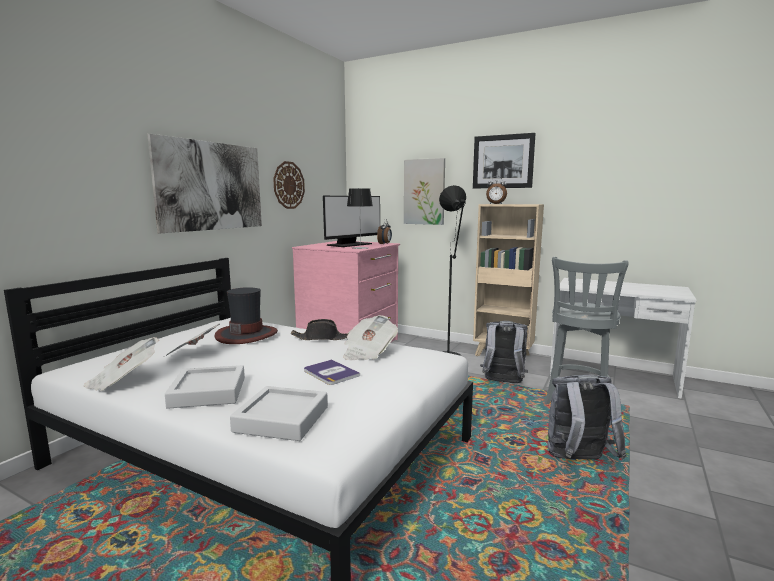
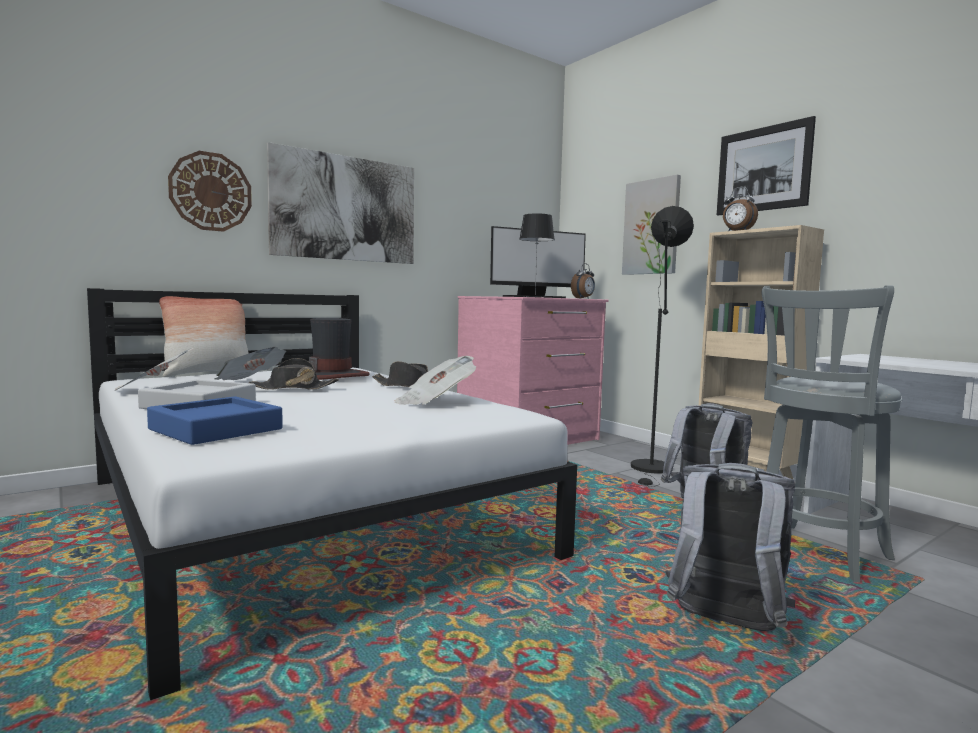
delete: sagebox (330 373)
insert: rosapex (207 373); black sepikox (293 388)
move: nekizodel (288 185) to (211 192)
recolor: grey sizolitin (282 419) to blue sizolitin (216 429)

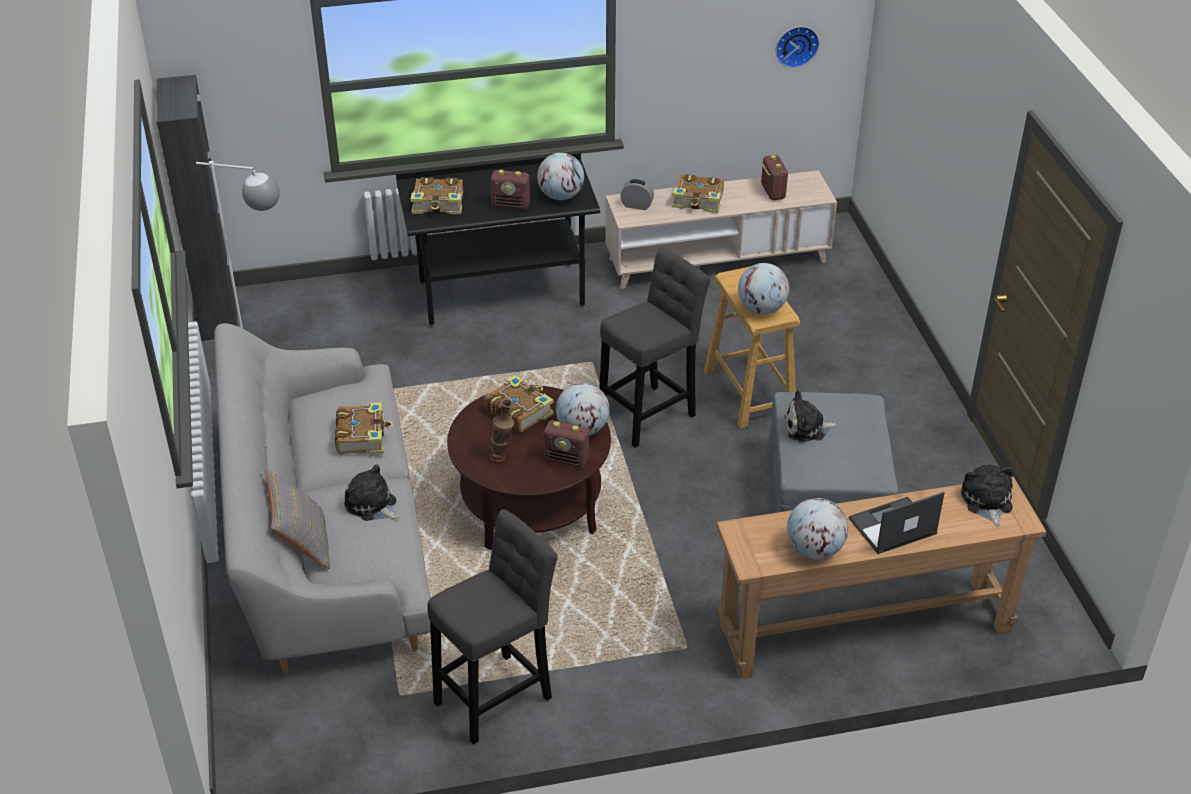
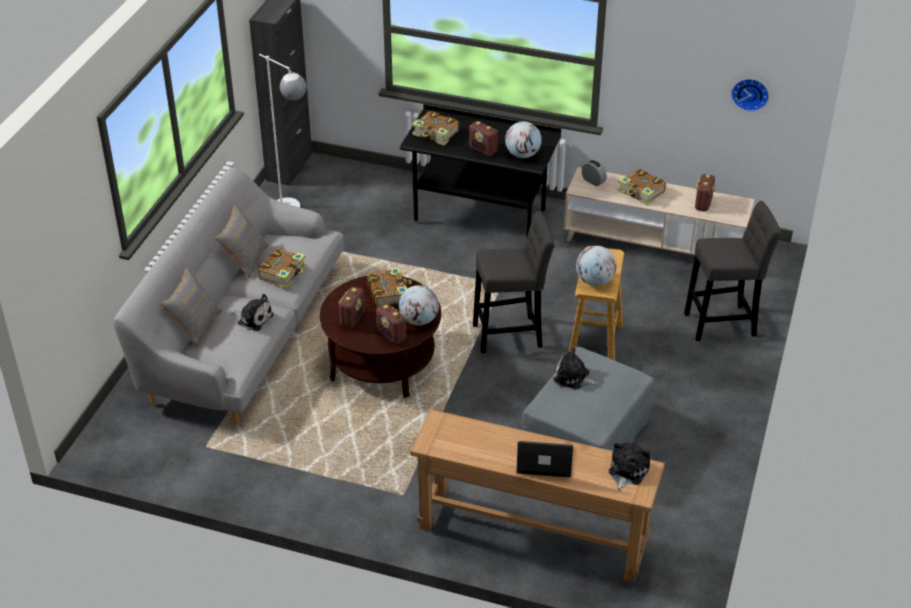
delete: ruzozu (814 550)
insert: grey rosapex (245 259)
move: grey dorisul (498 696) to (724 323)
replace: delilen (502 458) to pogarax (352 319)
rotate: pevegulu (372 505) = (253 318) 135 degrees clockwise

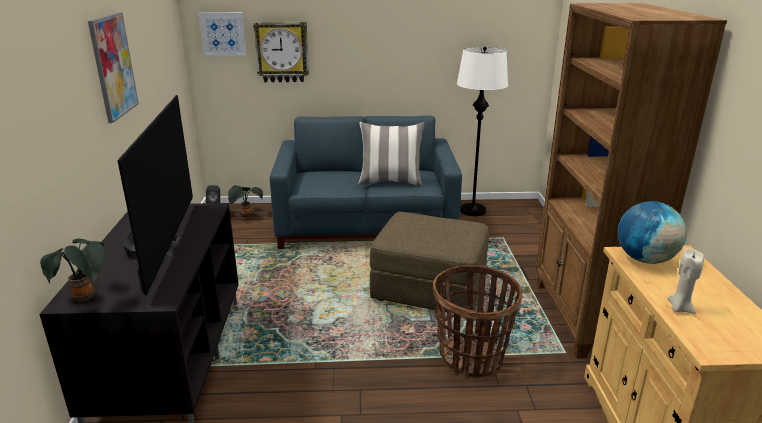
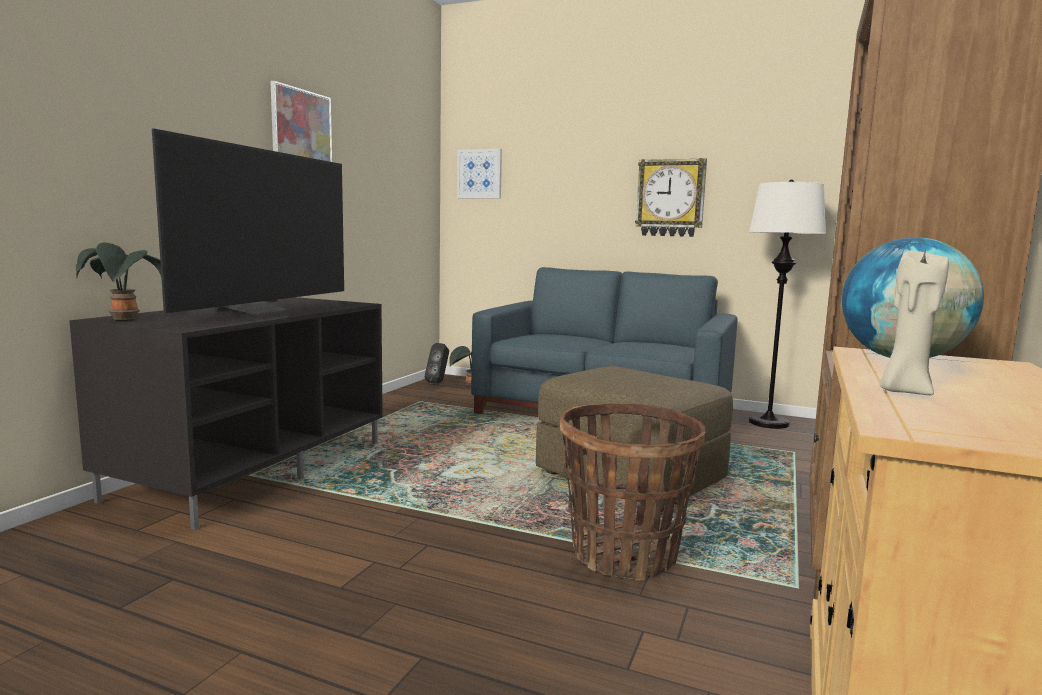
delete: rosapex (391 181)
move: nekizodel (282 52) to (670 198)

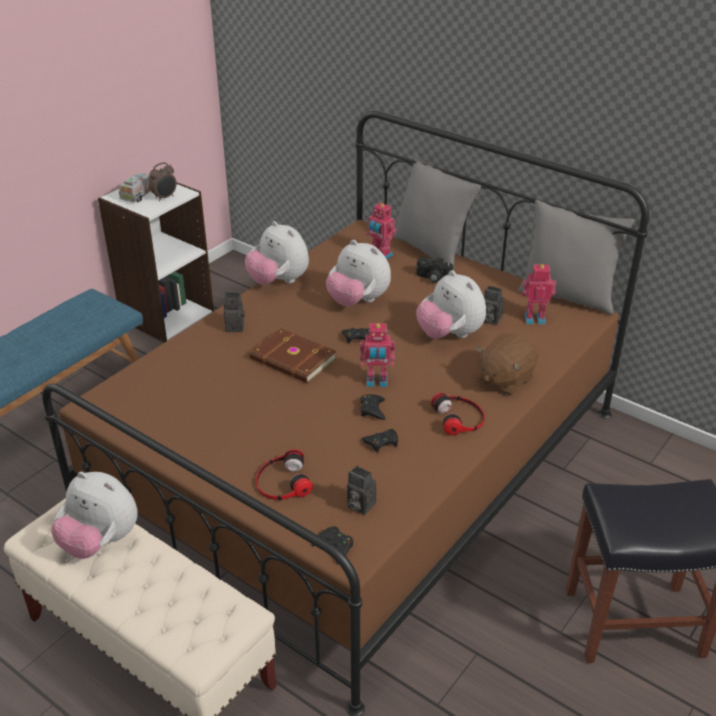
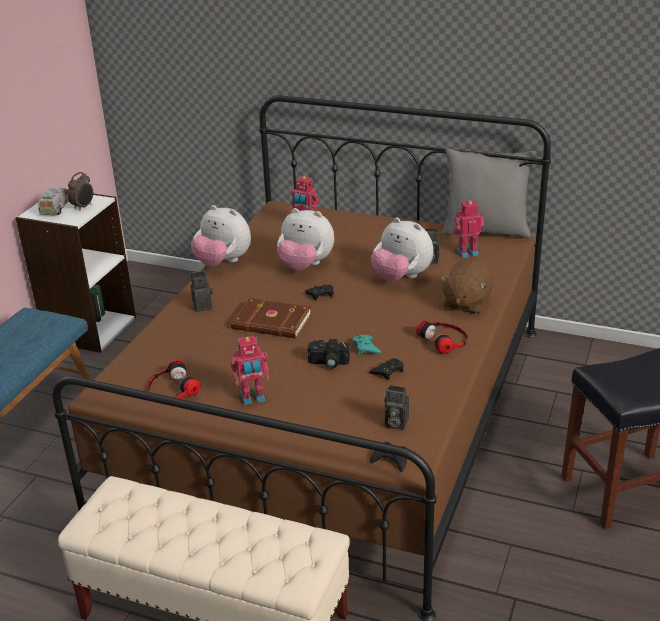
delete: grey rosapex (431 250); pevegulu (100 542)
move: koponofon (432 278) to (328 363); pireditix (377 382) to (253 398); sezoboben (282 482) to (171 389)
recolor: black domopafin (372 409) to turquoise domopafin (366 348)

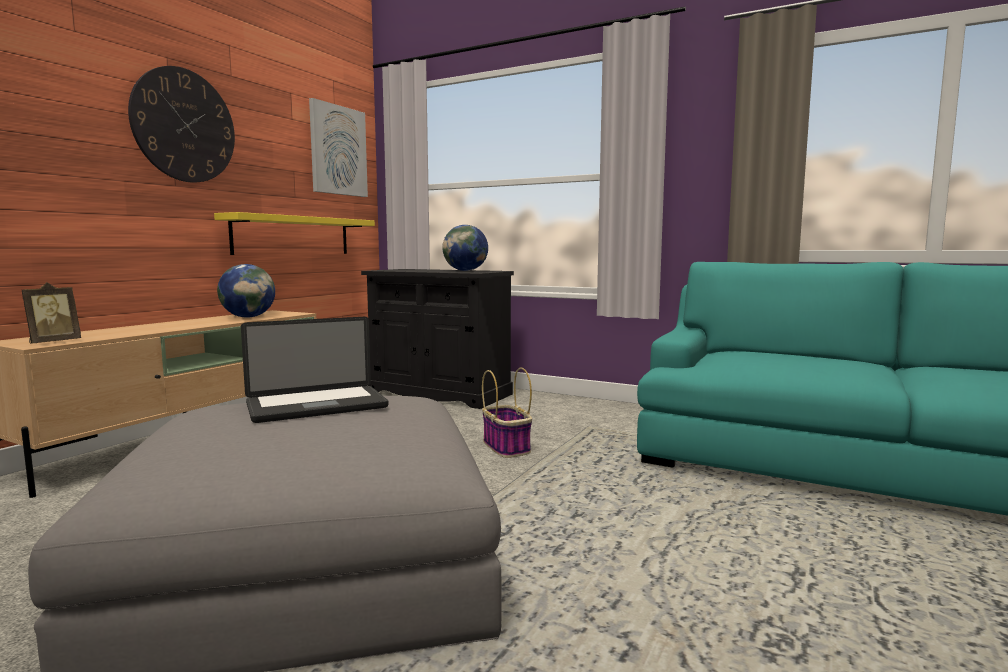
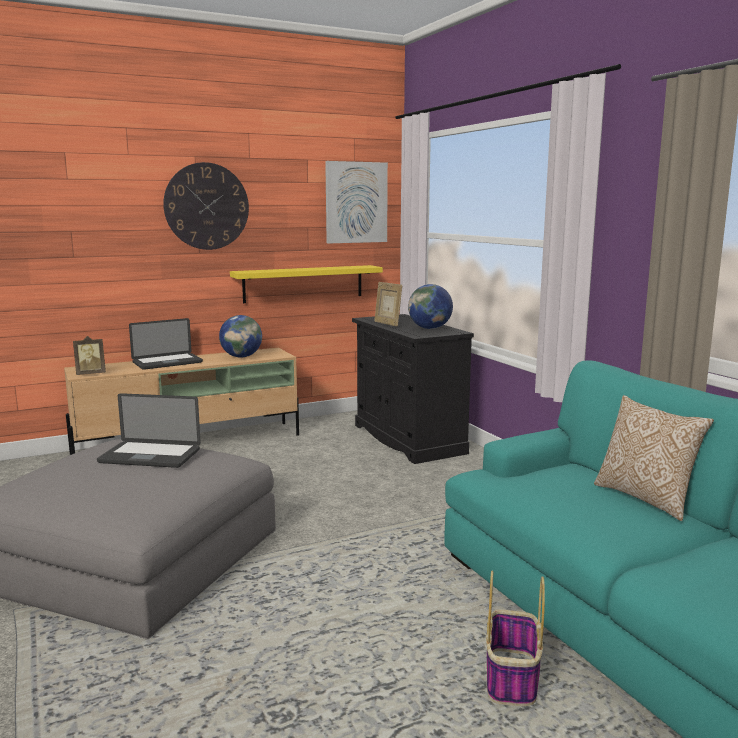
insert: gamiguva (387 324); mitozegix (167 362); rosapex (646 498)
move: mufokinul (507 447) to (512 679)

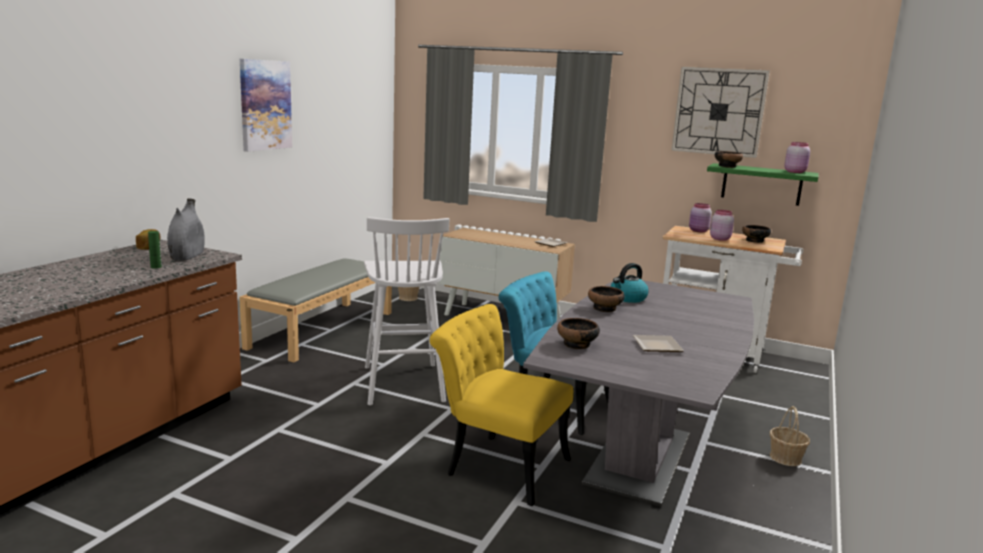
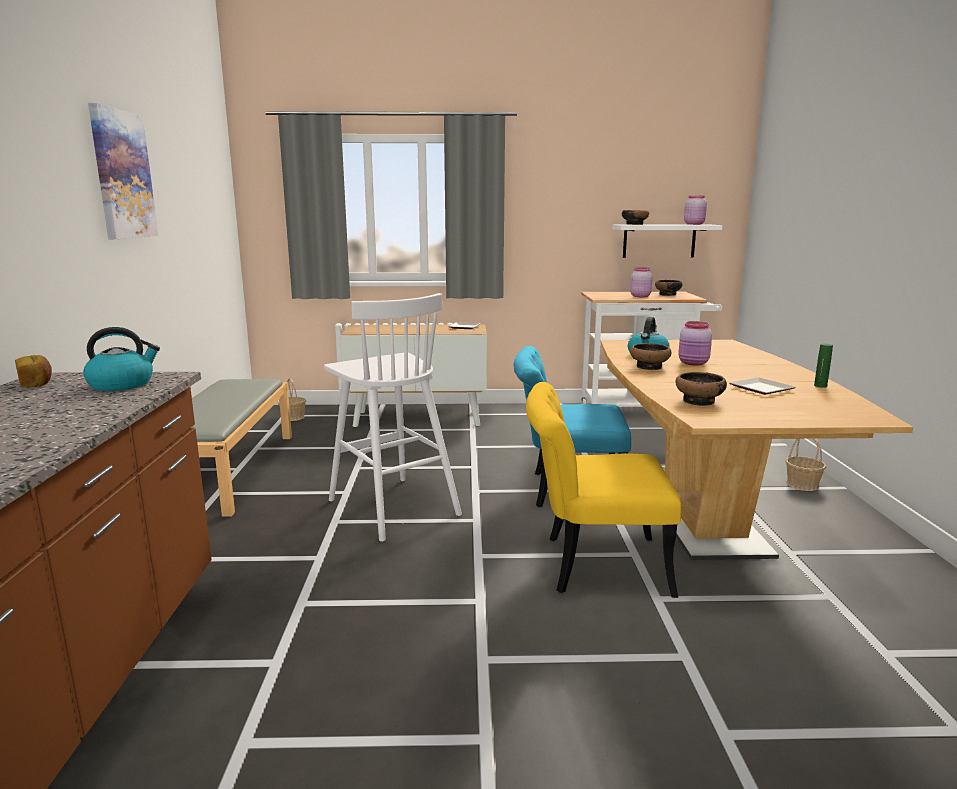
delete: nekizodel (719 111)
move: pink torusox (698 231) to (694 363); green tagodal (156 267) to (820 386)
replace: grey delilen (187 256) to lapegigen (122 384)
recolor: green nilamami (761 184) to white nilamami (659 241); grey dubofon (639 459) to brown dubofon (703 519)

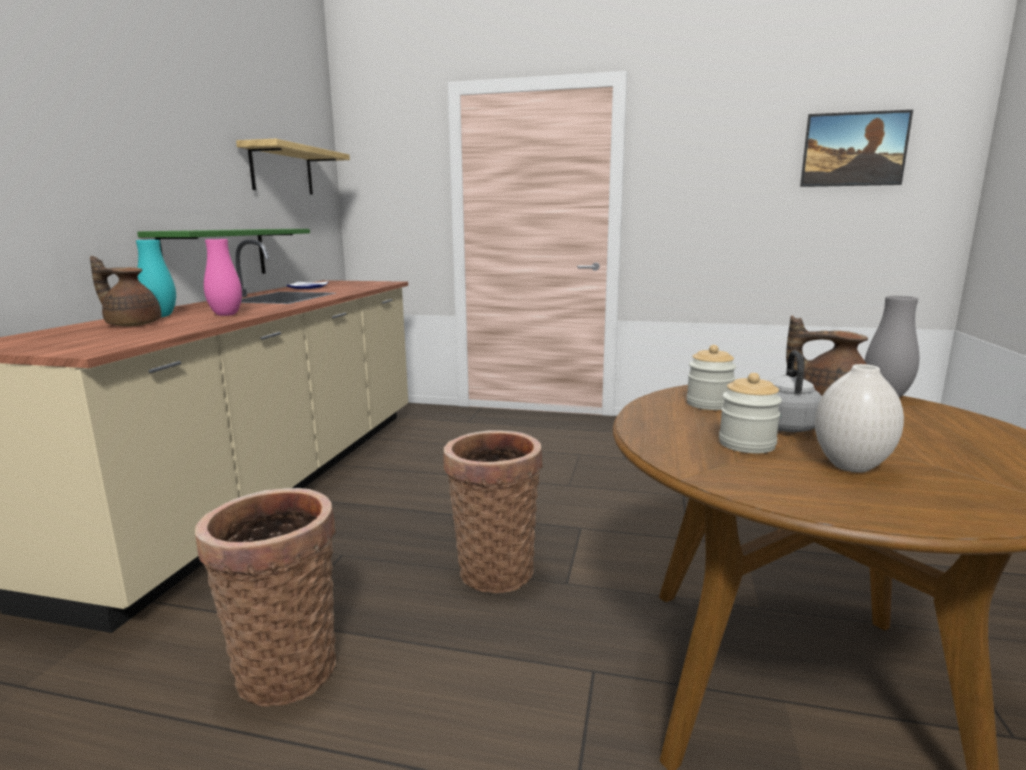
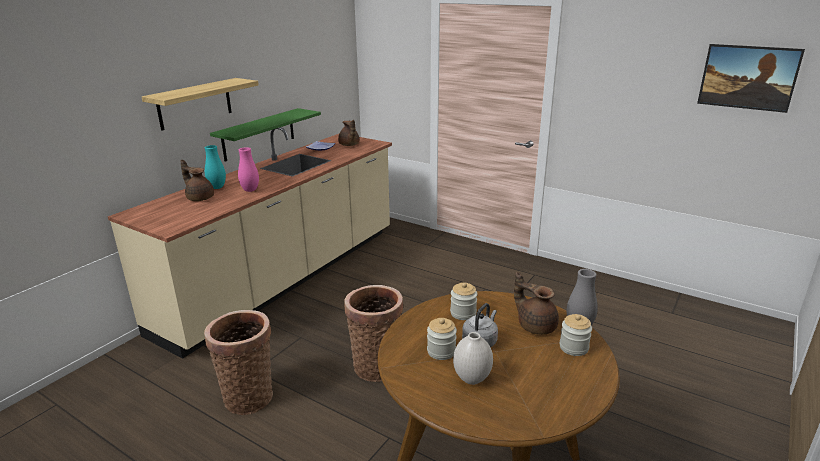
insert: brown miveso (349 145); torusox (573 347)
move: nilamami (282 170) to (195 103)

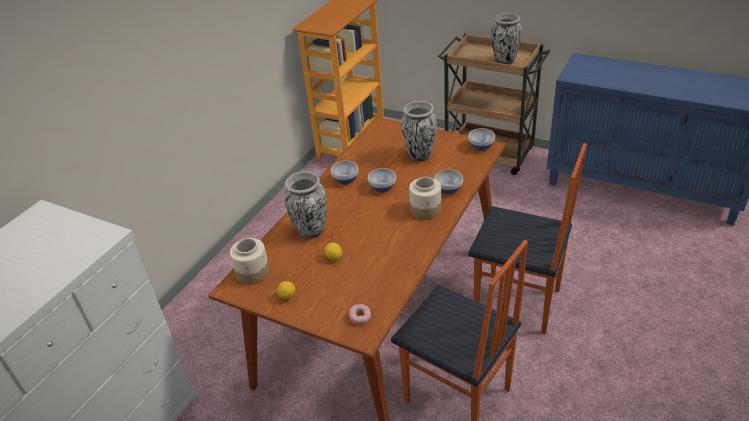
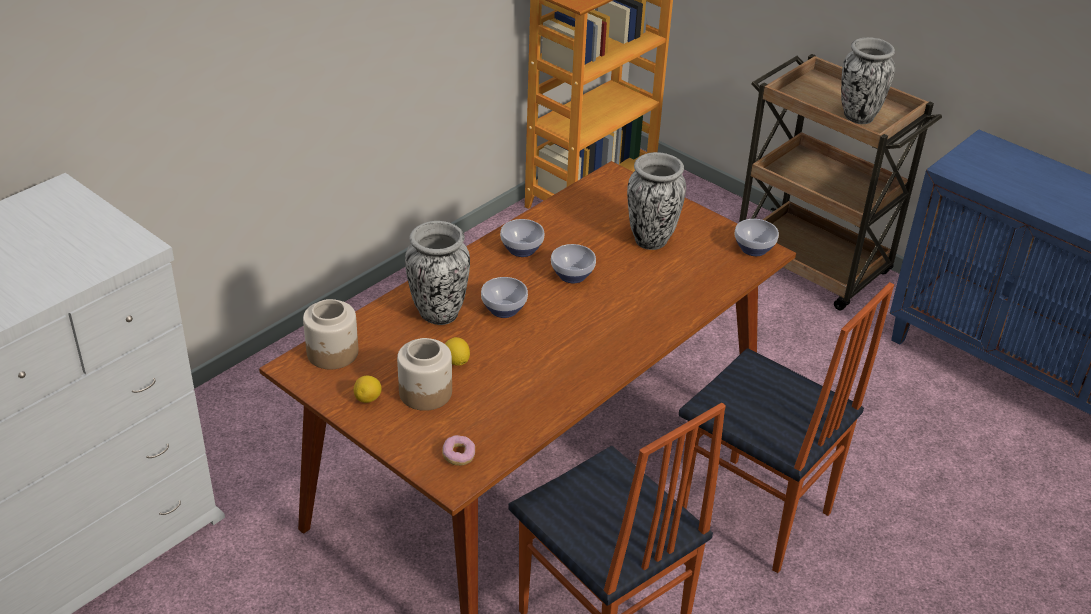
move: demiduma (449 189) to (505 310); torusox (426 210) to (426 393)

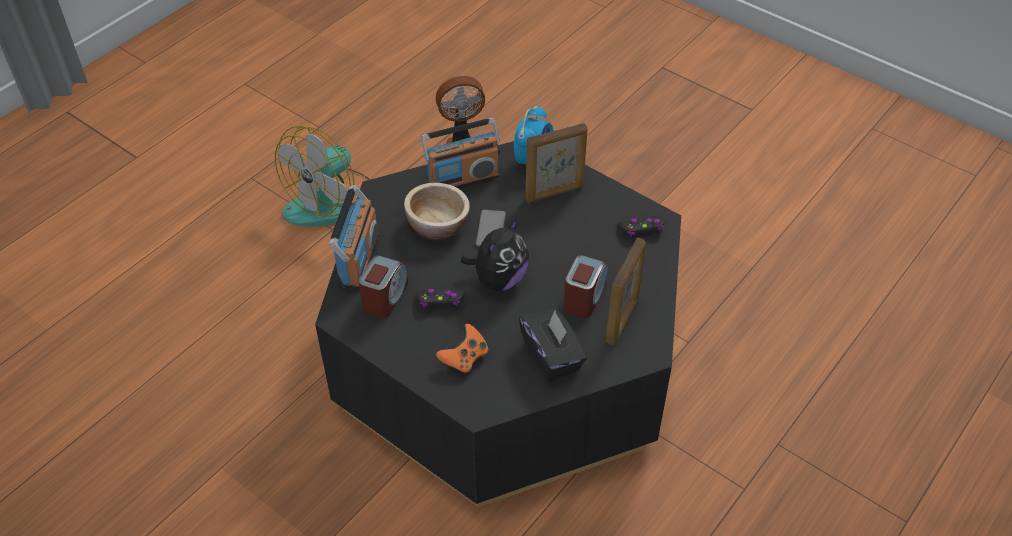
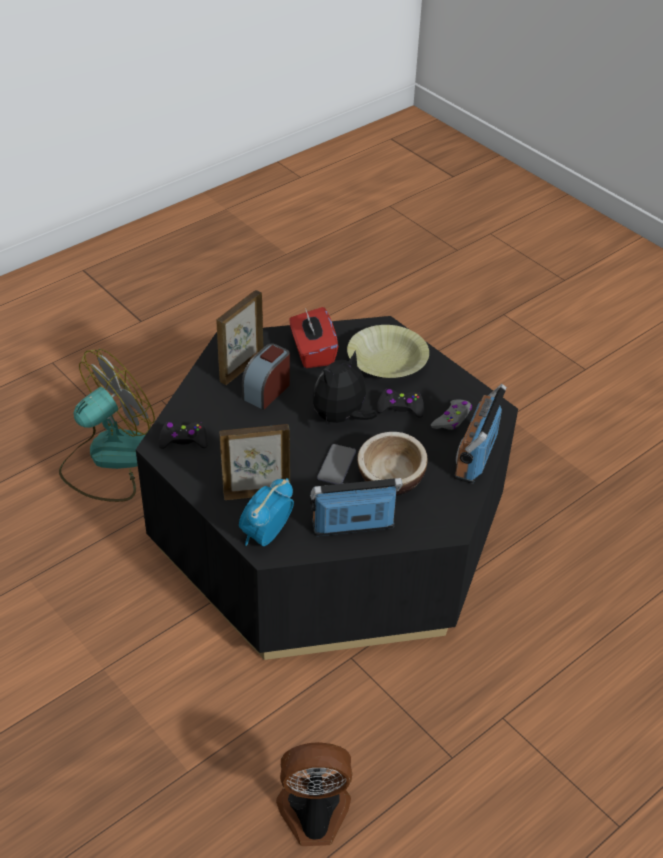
move: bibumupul (330 201) to (110 459)
replace: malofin (385 297) to grey domopafin (452 419); orange domopafin (464 358) to yellow demiduma (387 362)
recolor: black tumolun (552 356) to red tumolun (312 352)

